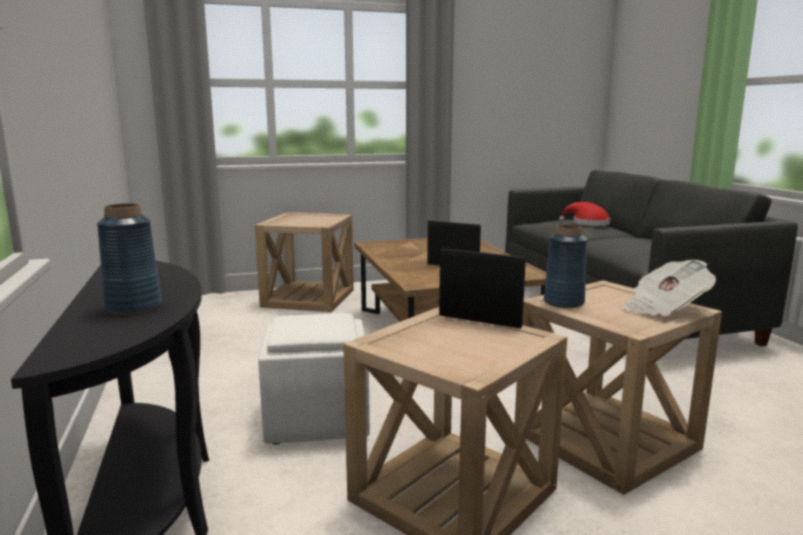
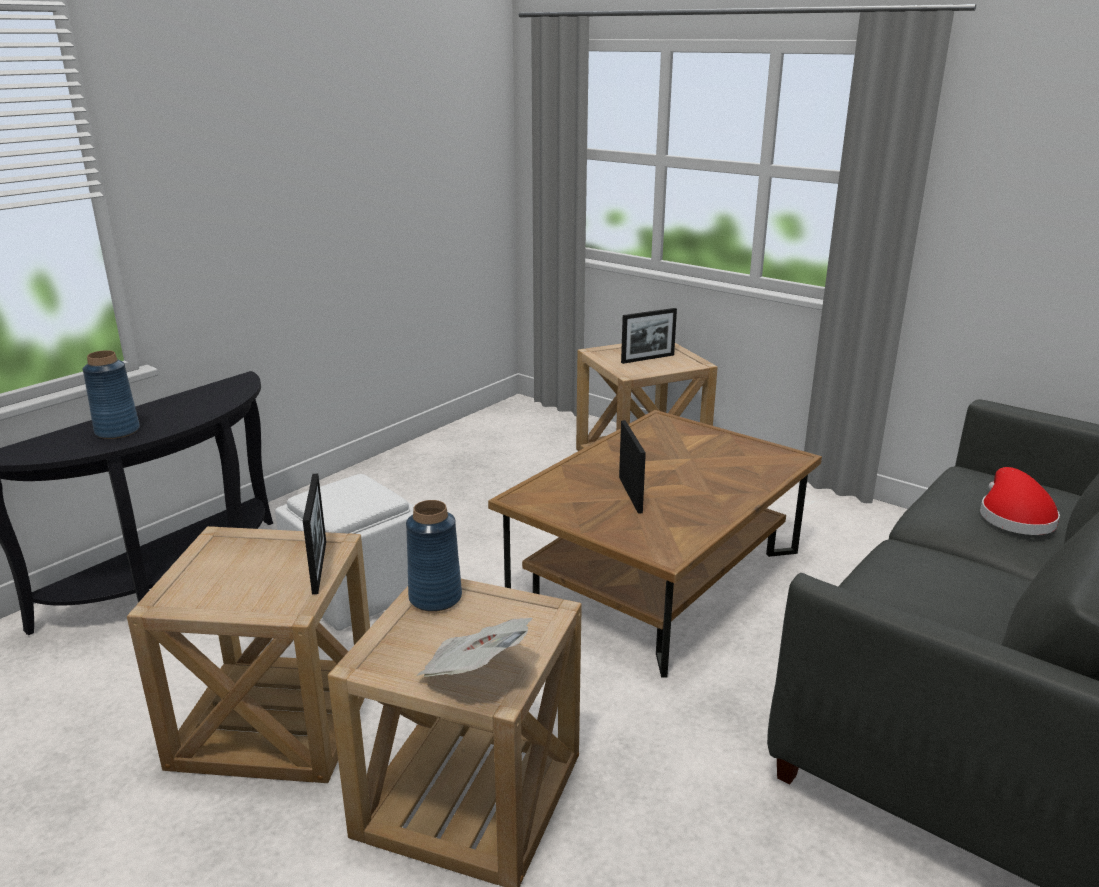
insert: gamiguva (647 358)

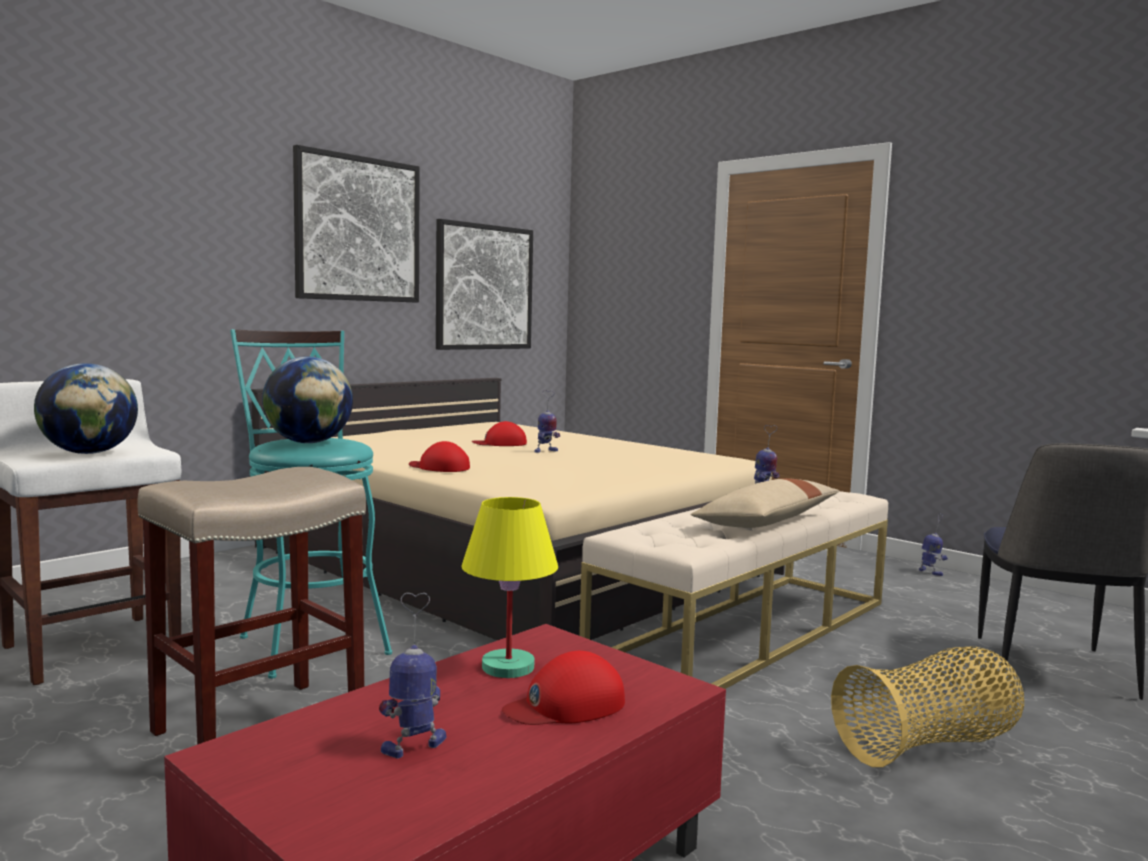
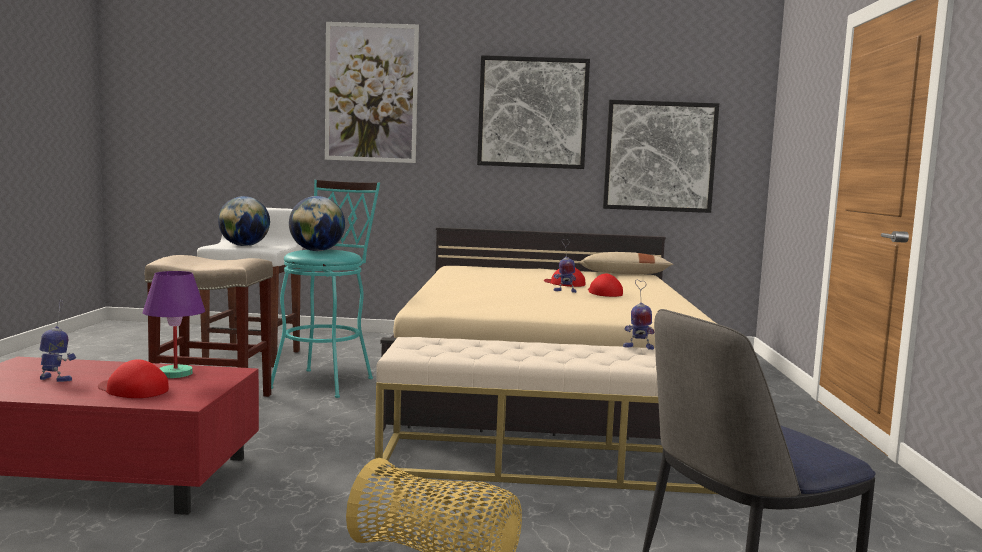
delete: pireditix (930 572)
insert: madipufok (371 93)
move: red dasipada (439 467) to (603 293); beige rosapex (767 522) to (624 274)
recolor: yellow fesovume (507 667) to purple fesovume (174 374)

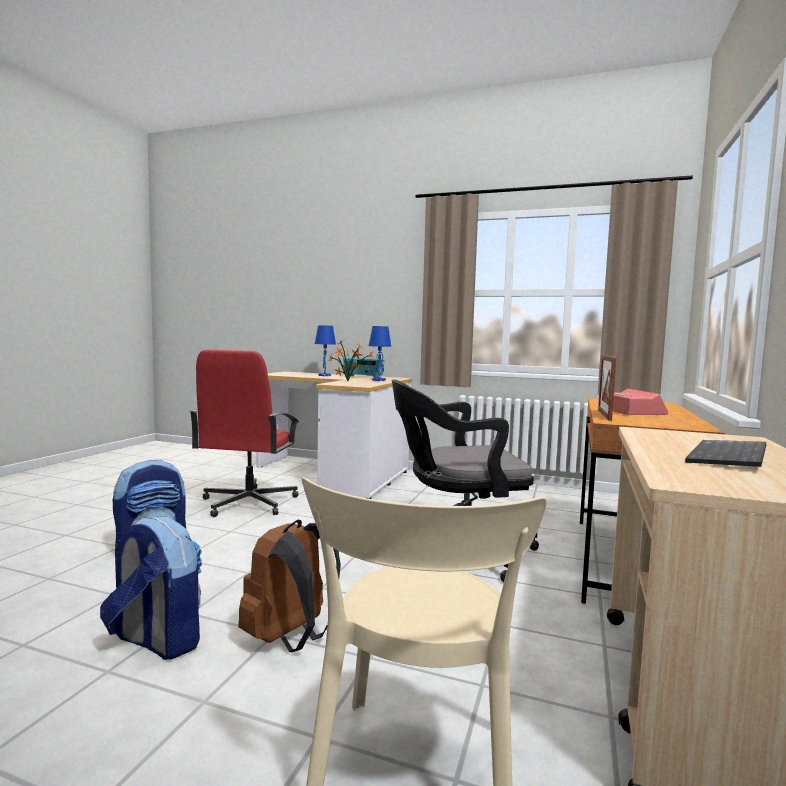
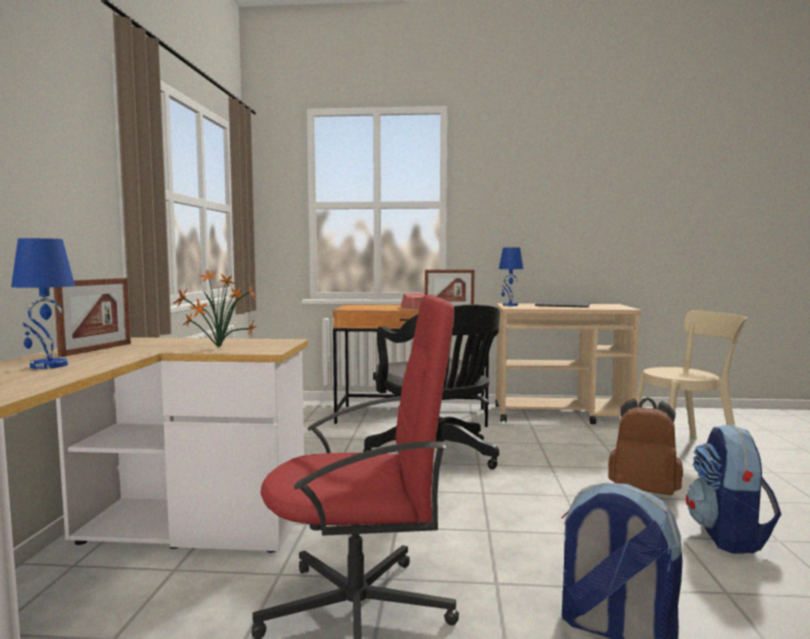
move: blue fesovume (379 380) to (509 305)
replace: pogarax (362 377) to gamiguva (97 349)

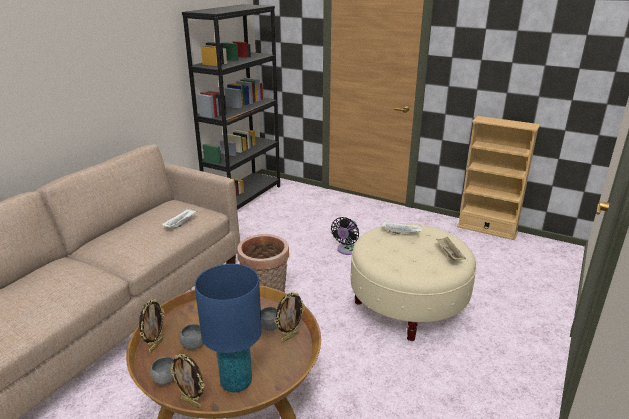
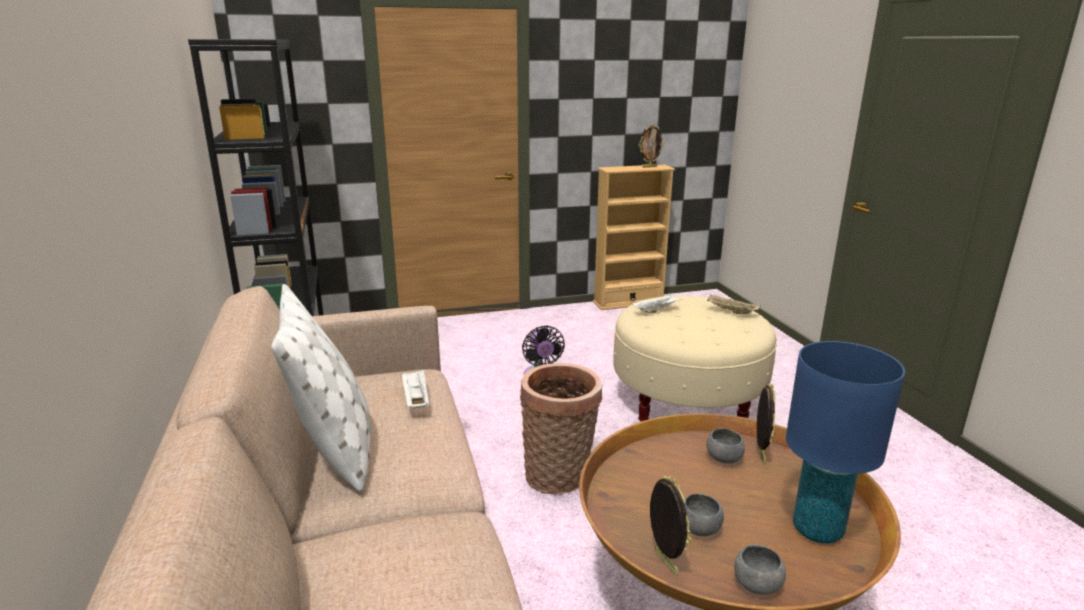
insert: white rosapex (334 447)
move: gamiguva (191 402) to (649 167)

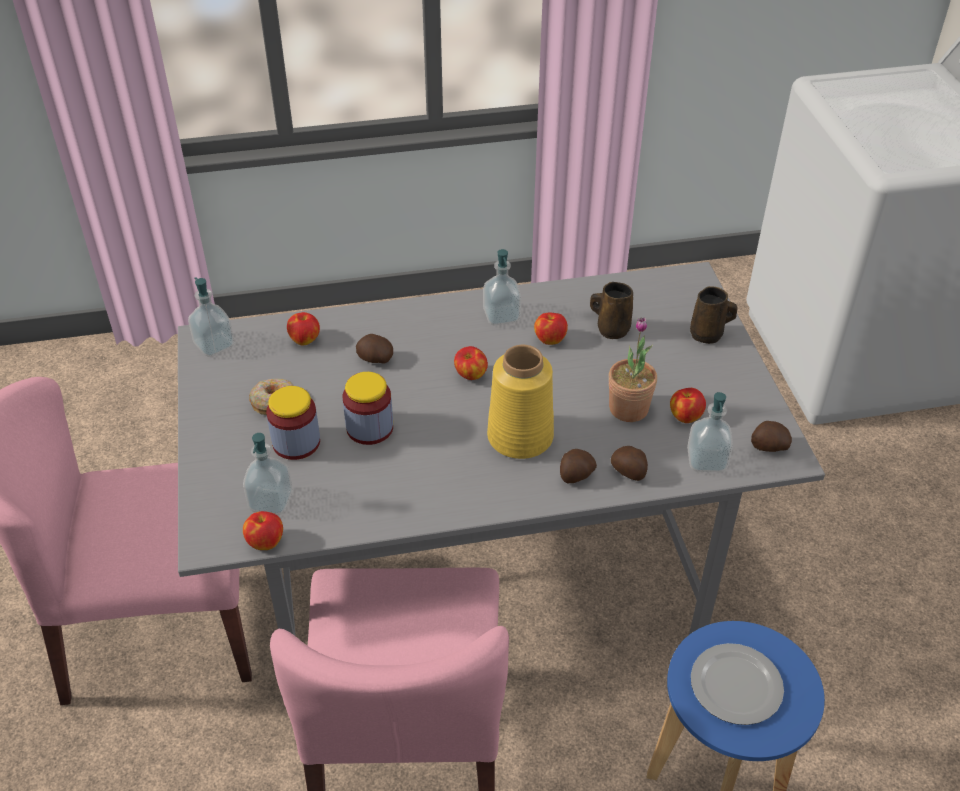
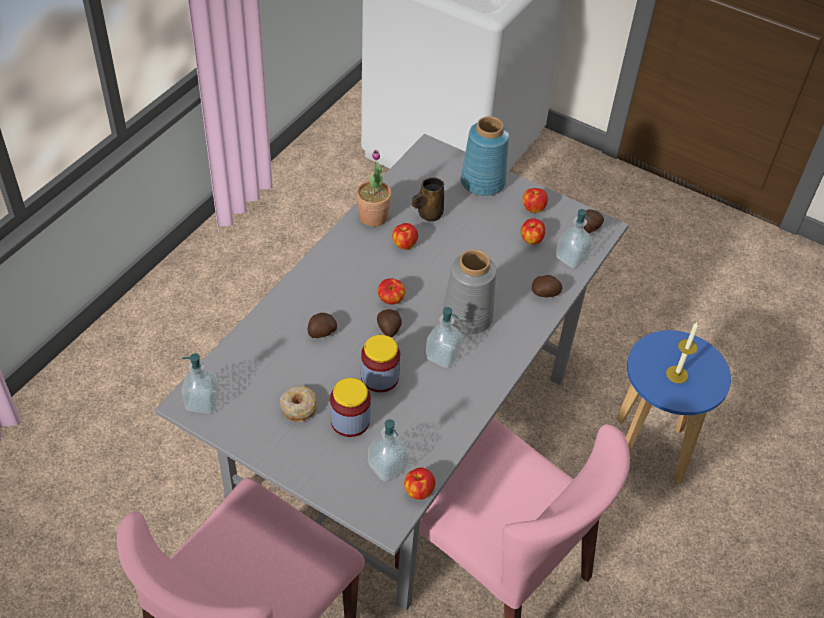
move: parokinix (501 316) to (442 356); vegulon (305 339) to (533 208); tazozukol (628 409) to (373 217); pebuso (575 475) to (389 329)
replace: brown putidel (708 335) to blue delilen (482 181); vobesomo (735 687) to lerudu (677 374)
recolor: yellow delilen (520 438) to grey delilen (468 317)

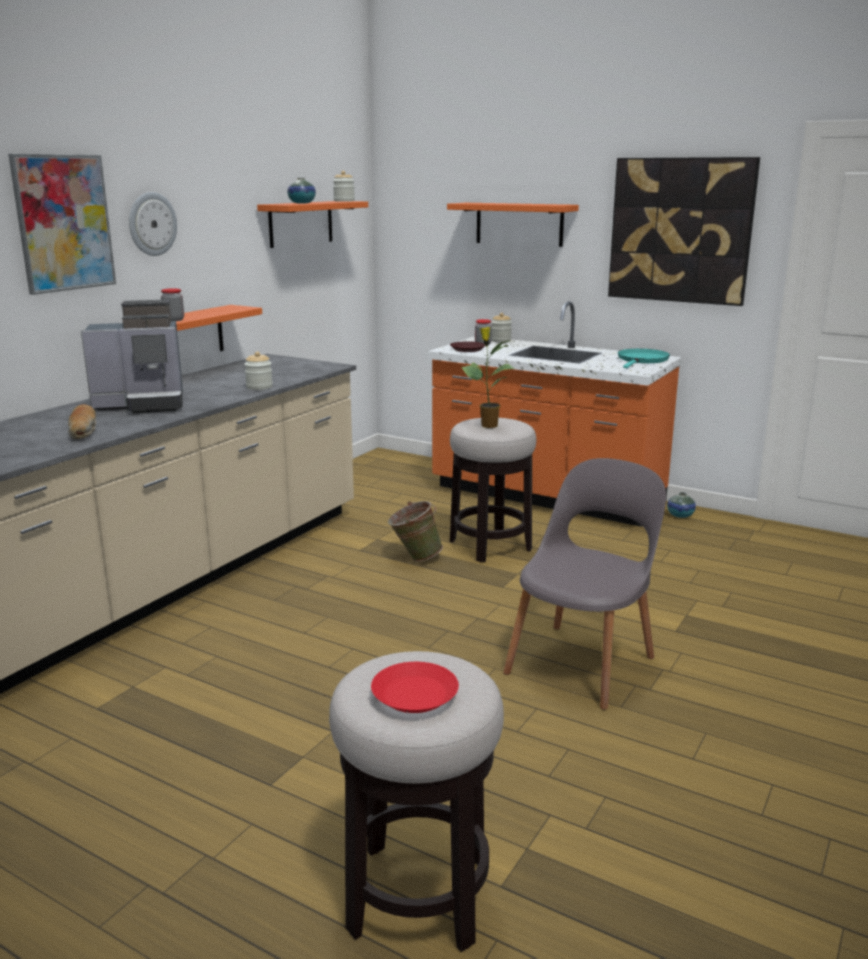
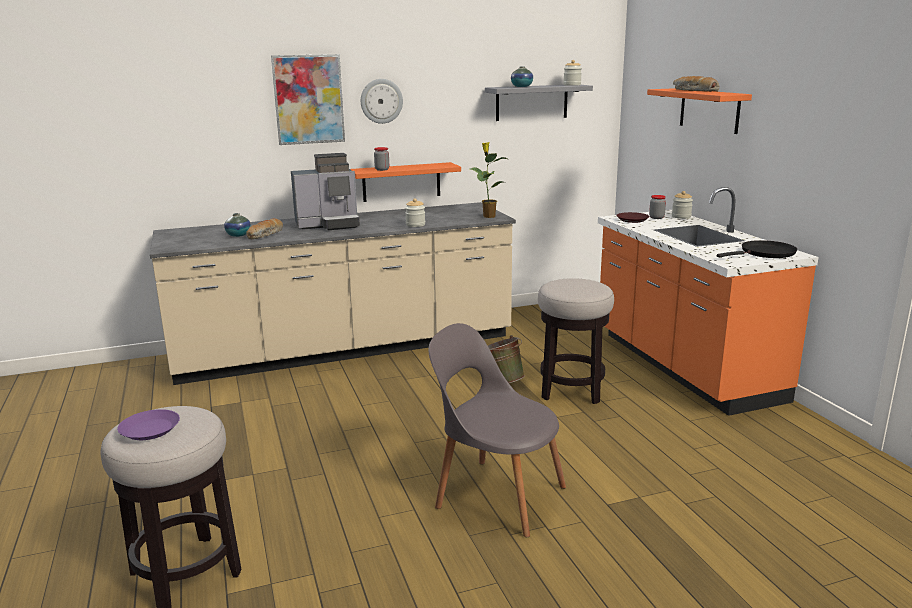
delete: madipufok (680 230)
insert: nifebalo (694 91)
move: tazozukol (488 425) to (488 216); delilen (680 515) to (238 235)
recolor: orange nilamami (301 223) to grey nilamami (531 102); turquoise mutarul (642 360) to black mutarul (765 253); red vobesomo (414 694) to purple vobesomo (150 429)
rotate: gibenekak (143 404) = (329 225) 45 degrees counterclockwise; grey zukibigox (583 662) = (496 495) 135 degrees counterclockwise

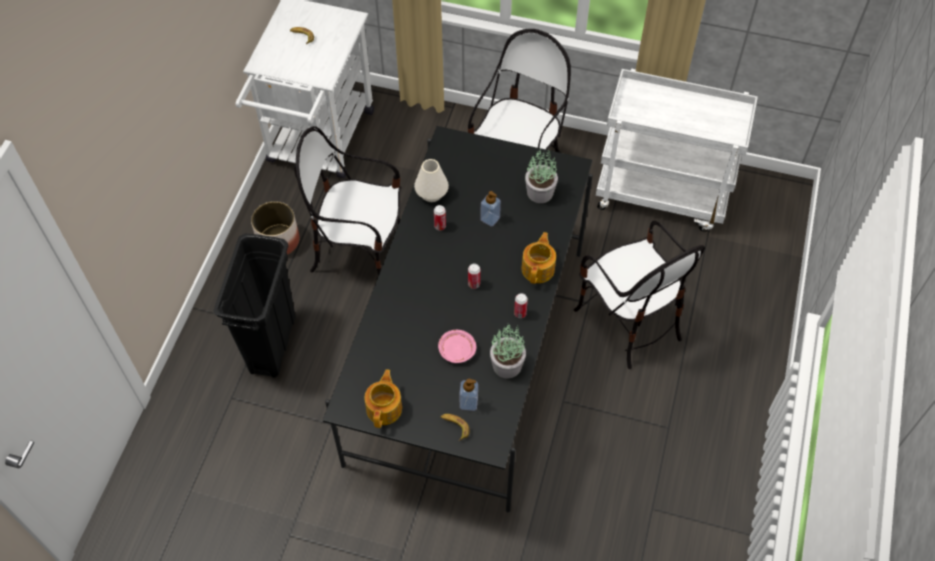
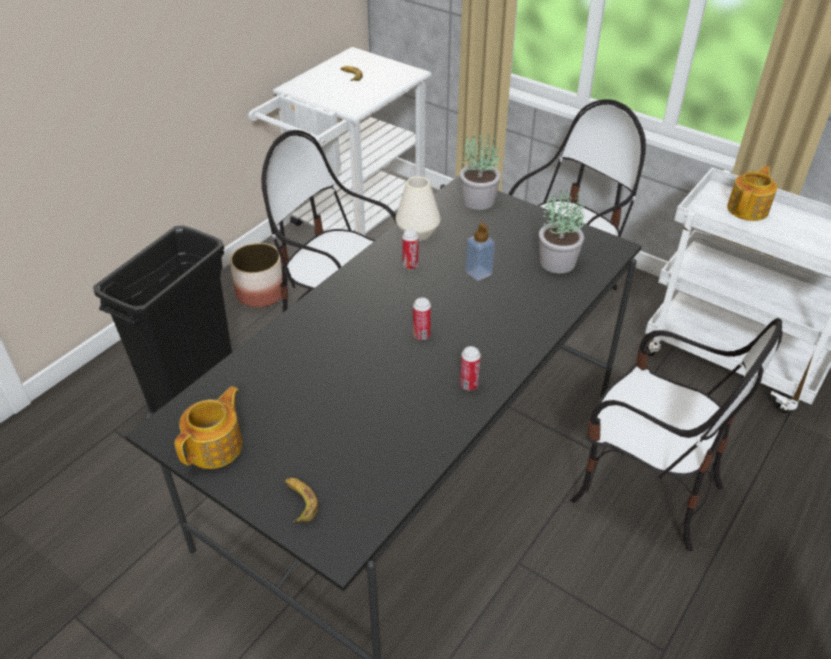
delete: pink vobesomo (456 349); parokinix (468 403)
move: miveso (538 268) to (748 209); tazozukol (507 365) to (478 200)
rotate: zukibigox (628 321) = (645 489) 45 degrees counterclockwise

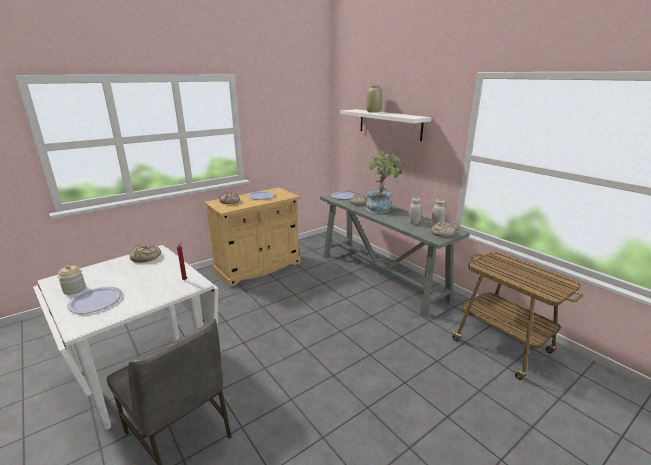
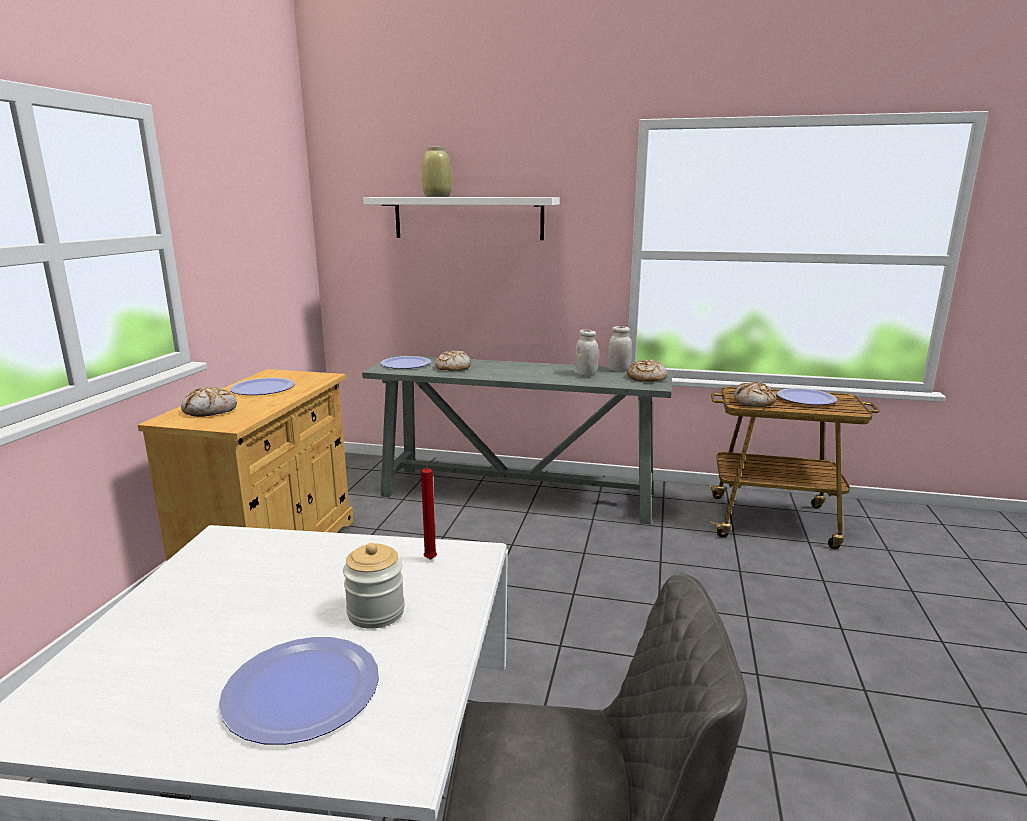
delete: tazozukol (382 210)
insert: vobesomo (806 398)
move: nifebalo (146 257) to (754 402); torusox (74 289) to (376 612)

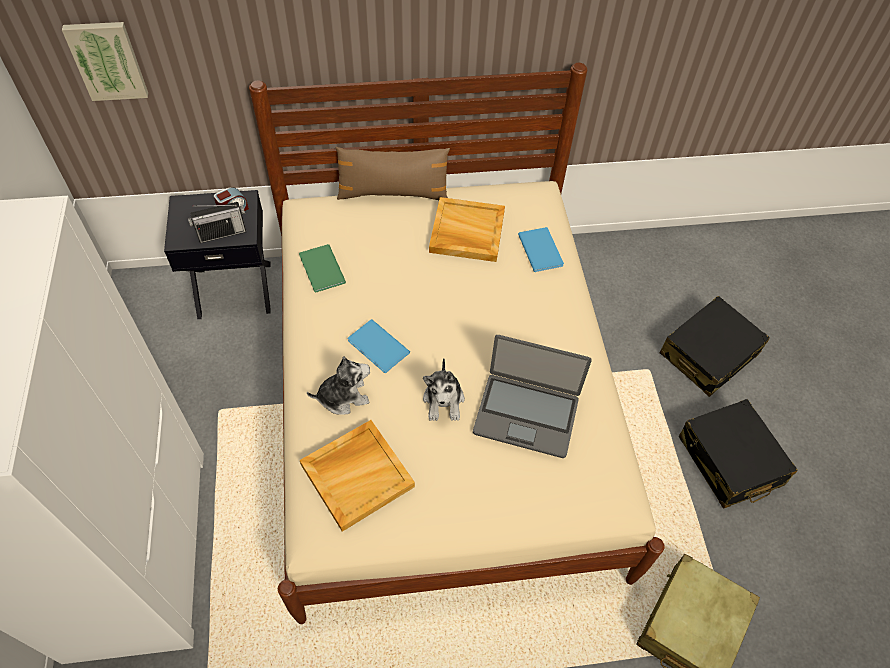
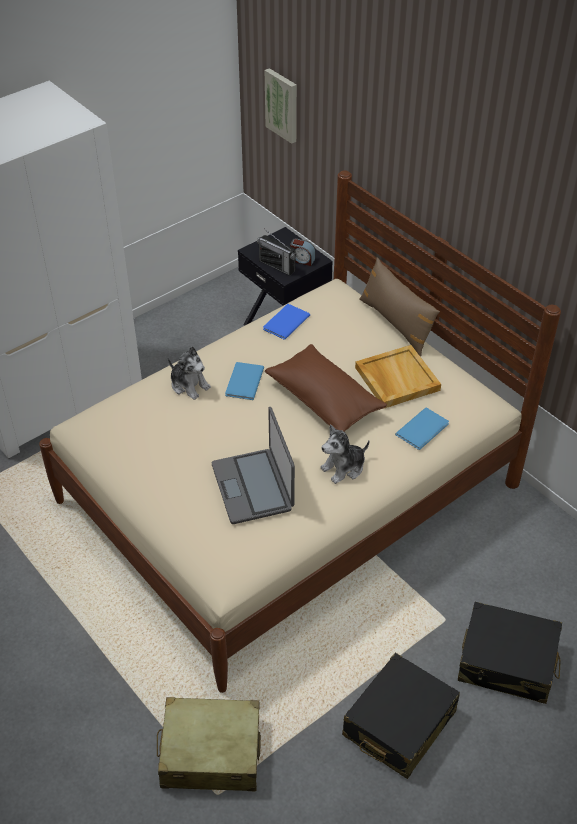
delete: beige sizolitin (357 474)
insert: brown rosapex (324 400)
move: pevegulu (444 400) to (344 468)
recolor: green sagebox (321 270) to blue sagebox (284 322)

